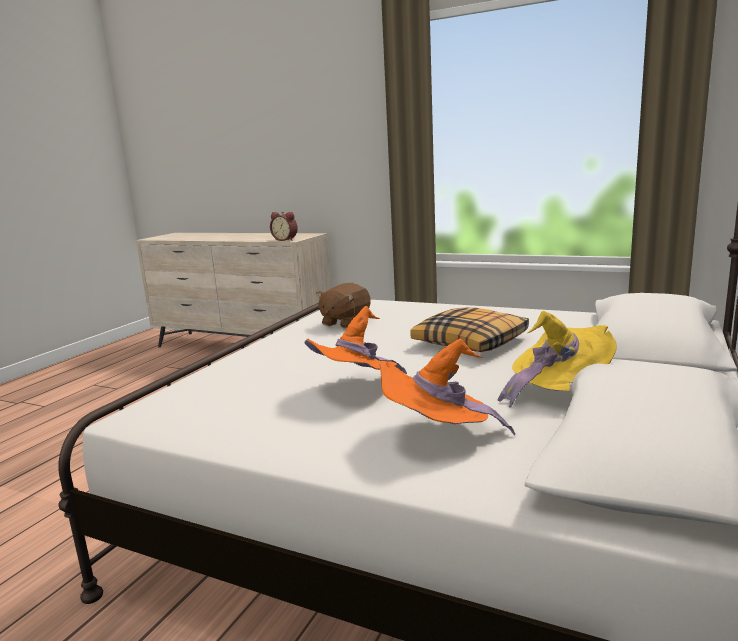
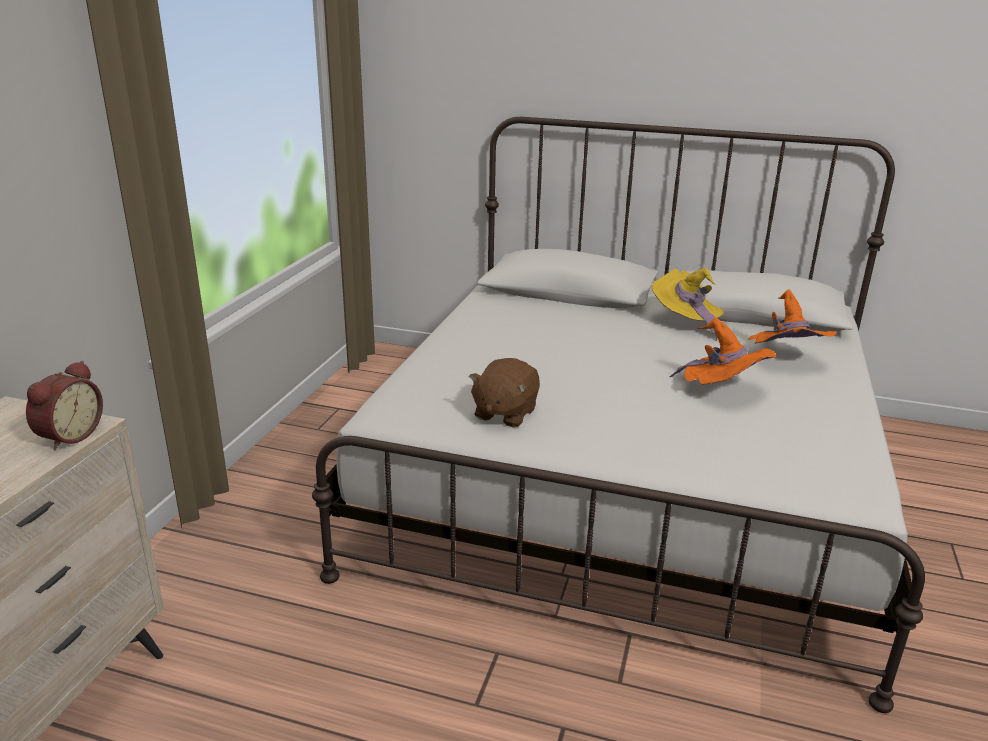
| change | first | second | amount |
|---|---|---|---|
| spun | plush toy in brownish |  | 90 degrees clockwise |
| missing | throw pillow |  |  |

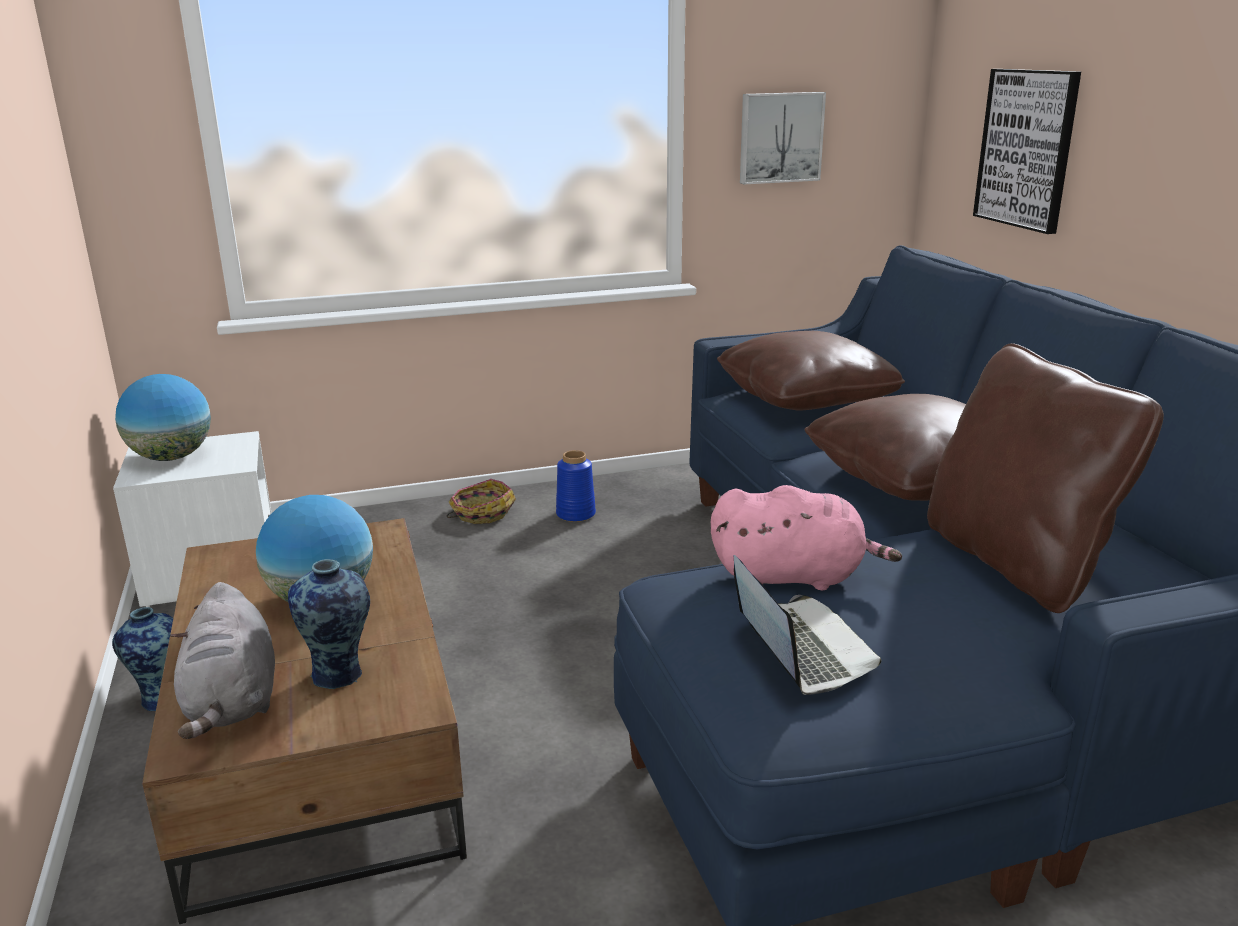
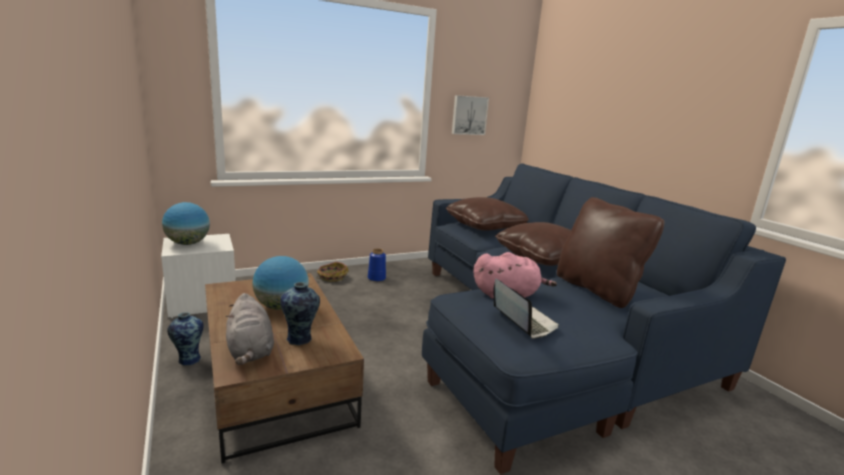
| change | first | second | amount |
|---|---|---|---|
| missing | picture (no. 2 from left) |  |  |

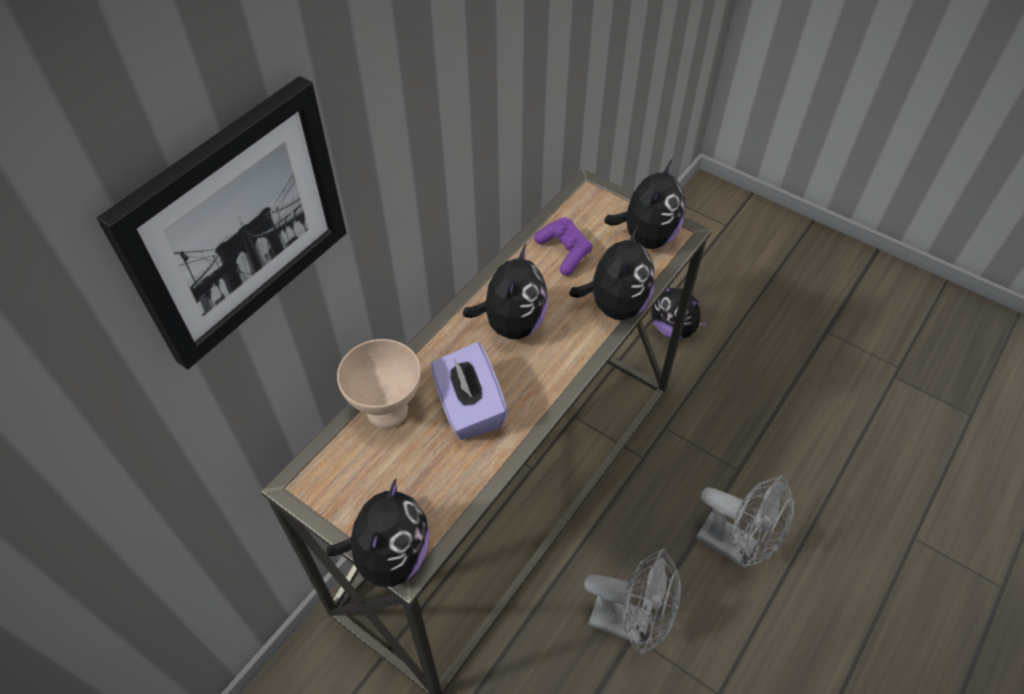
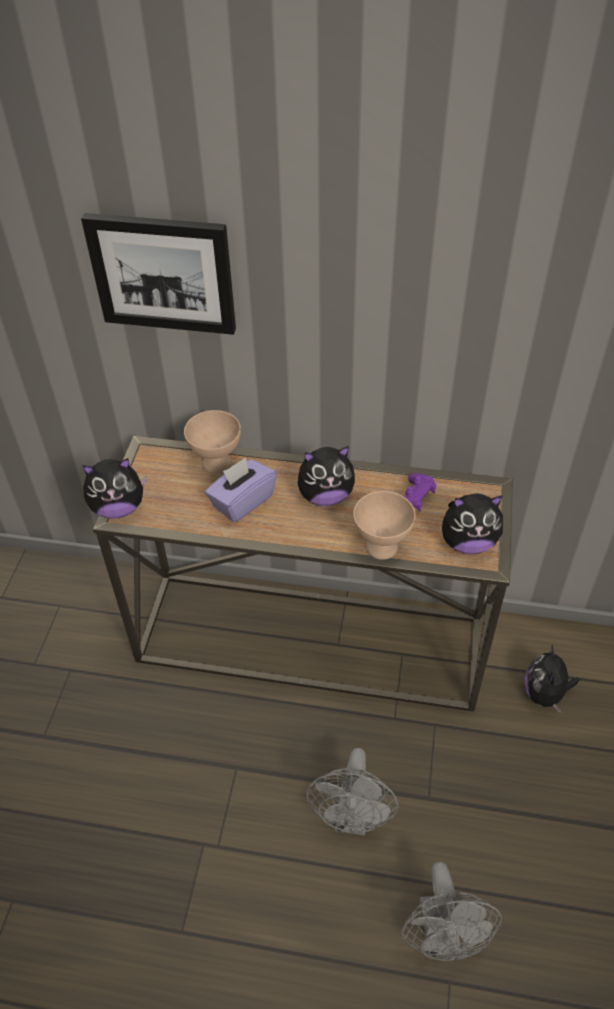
| change | first | second | amount |
|---|---|---|---|
| exchanged | plush toy (no. 3 from left) | deep dish in sand-coloured (no. 2 from left) |  |
| relocated | electric fan in greyish (no. 1 from left in the first image) | electric fan in greyish (no. 2 from left) |  |

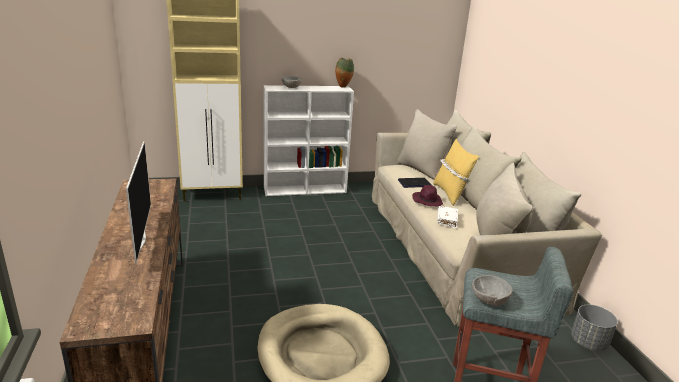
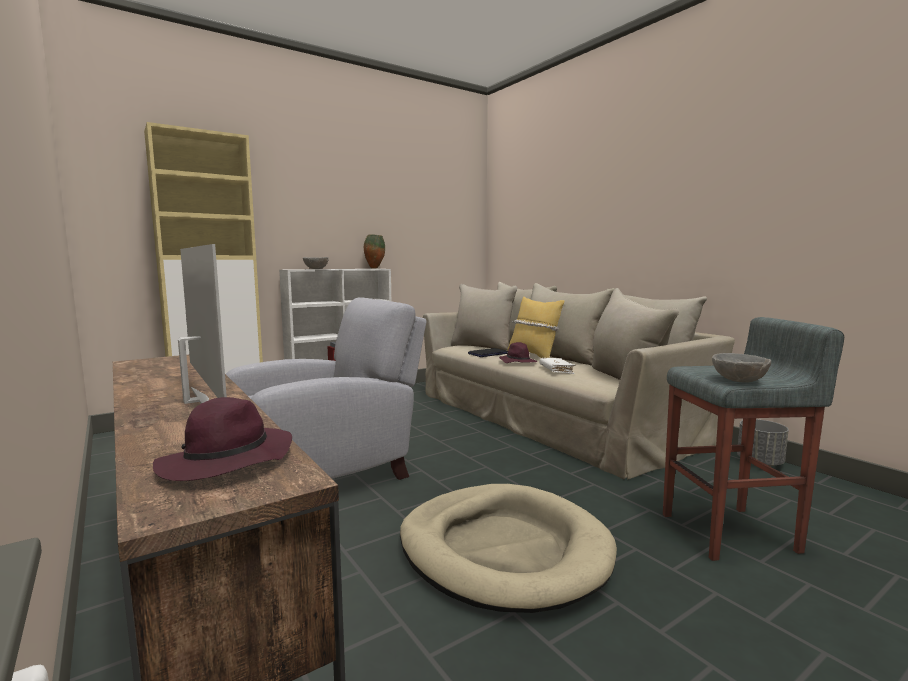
| change | first | second | amount |
|---|---|---|---|
| appeared |  | hat in purplish (no. 1 from left) |  |
| appeared |  | armchair in greyish |  |

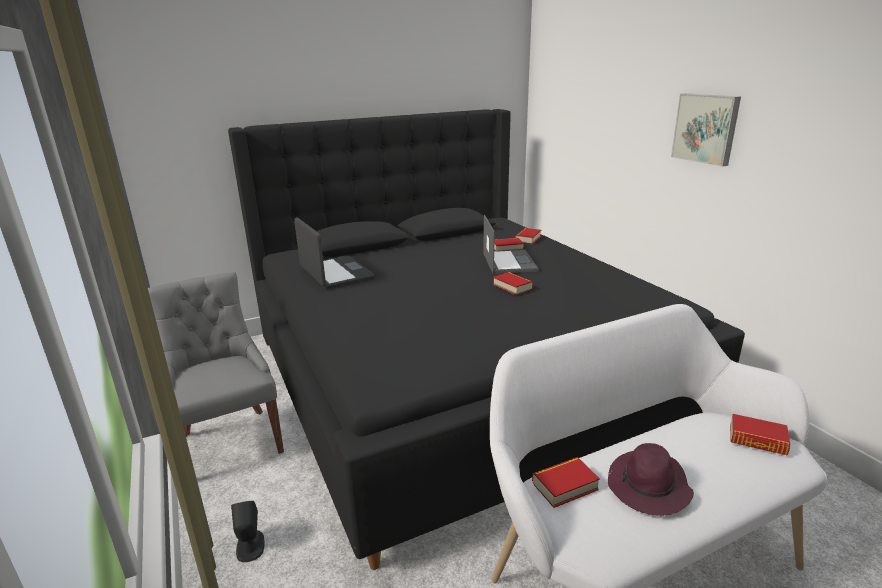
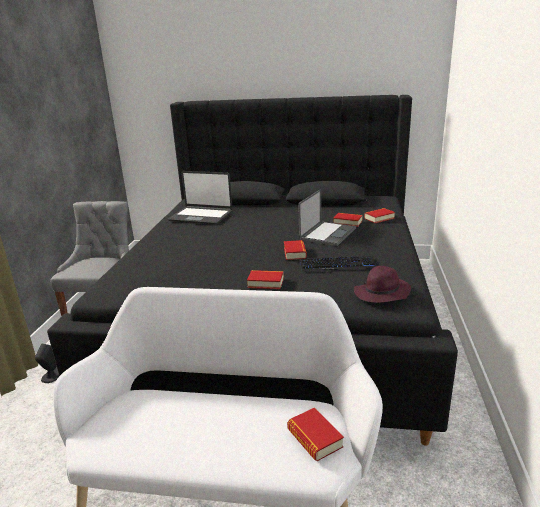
| change | first | second | amount |
|---|---|---|---|
| spun | portable computer (no. 1 from left) |  | 105 degrees clockwise |
| relocated | bound book (no. 4 from left in the first image) | bound book (no. 1 from left) |  |
| appeared |  | PC keyboard |  |
| relocated | hat in purplish |  |  |
| missing | picture |  |  |

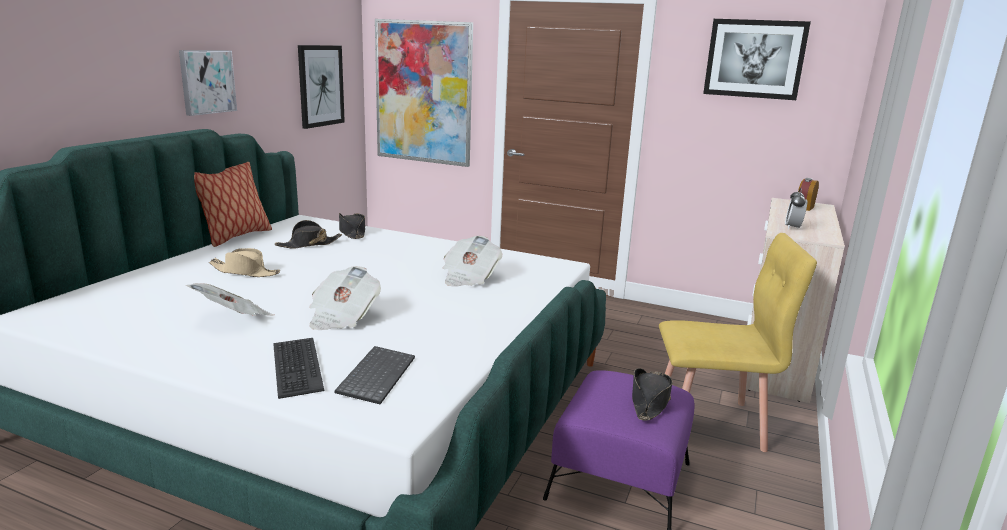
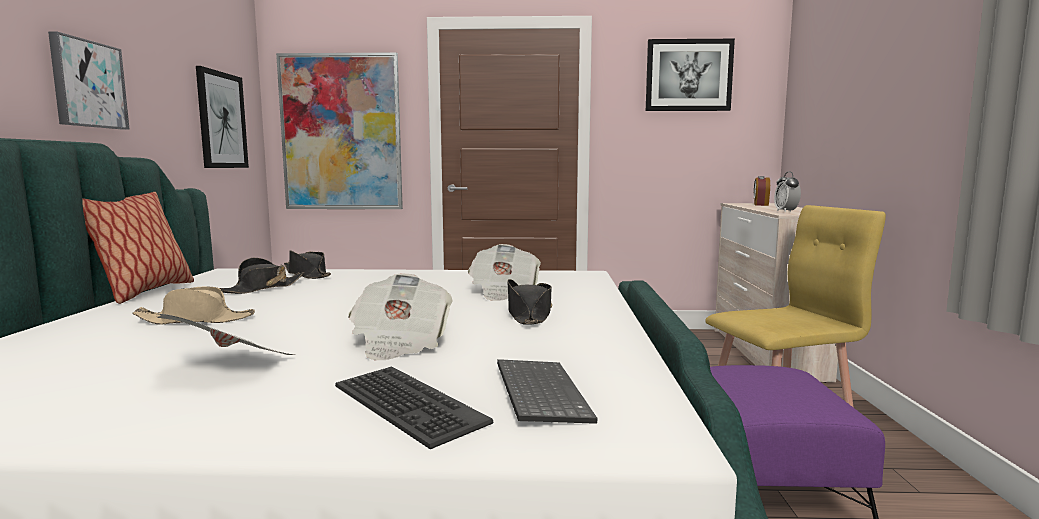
| change | first | second | amount |
|---|---|---|---|
| relocated | hat in black-coloured (no. 3 from left) |  |  |

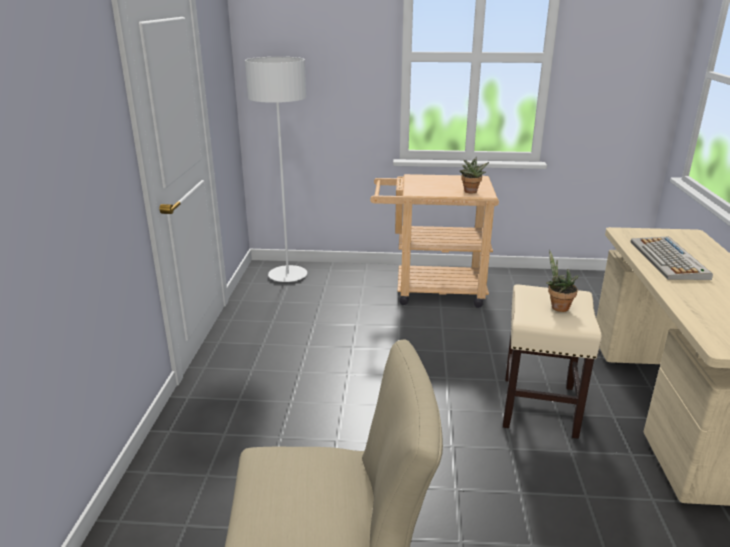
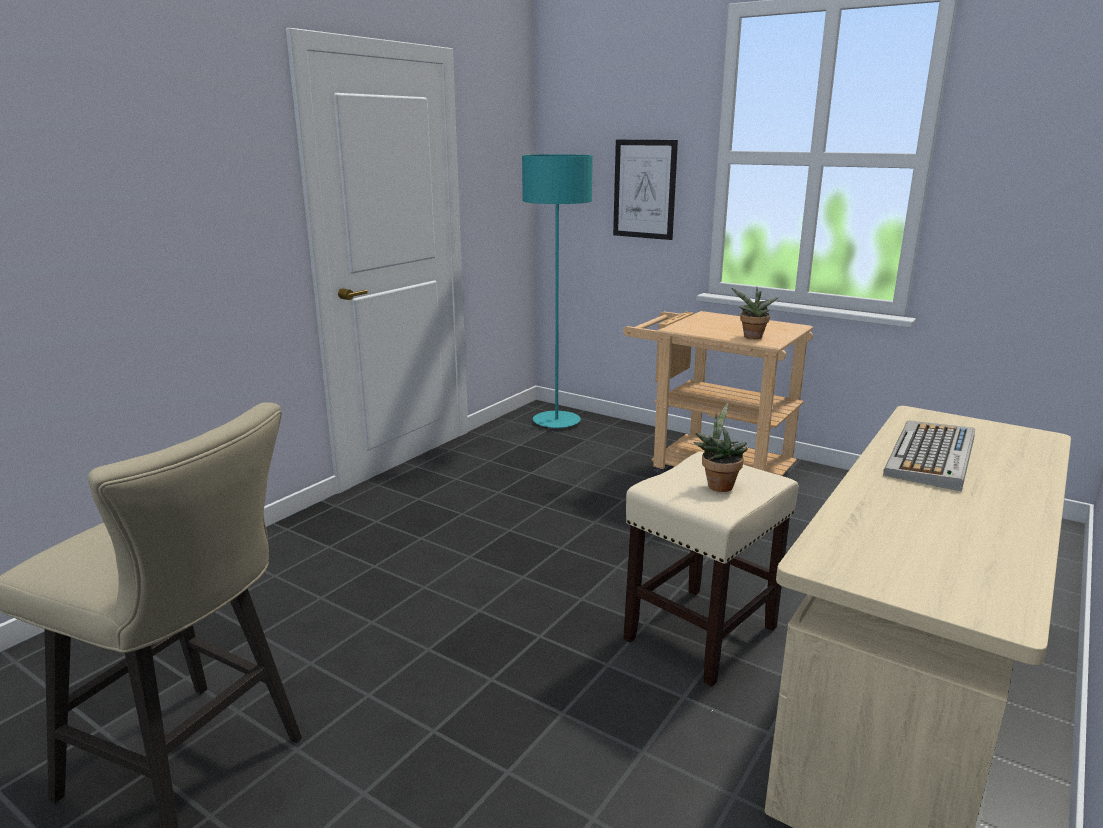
| change | first | second | amount |
|---|---|---|---|
| colour | floor lamp in whitish | floor lamp in turquoise-coloured |  |
| appeared |  | picture |  |

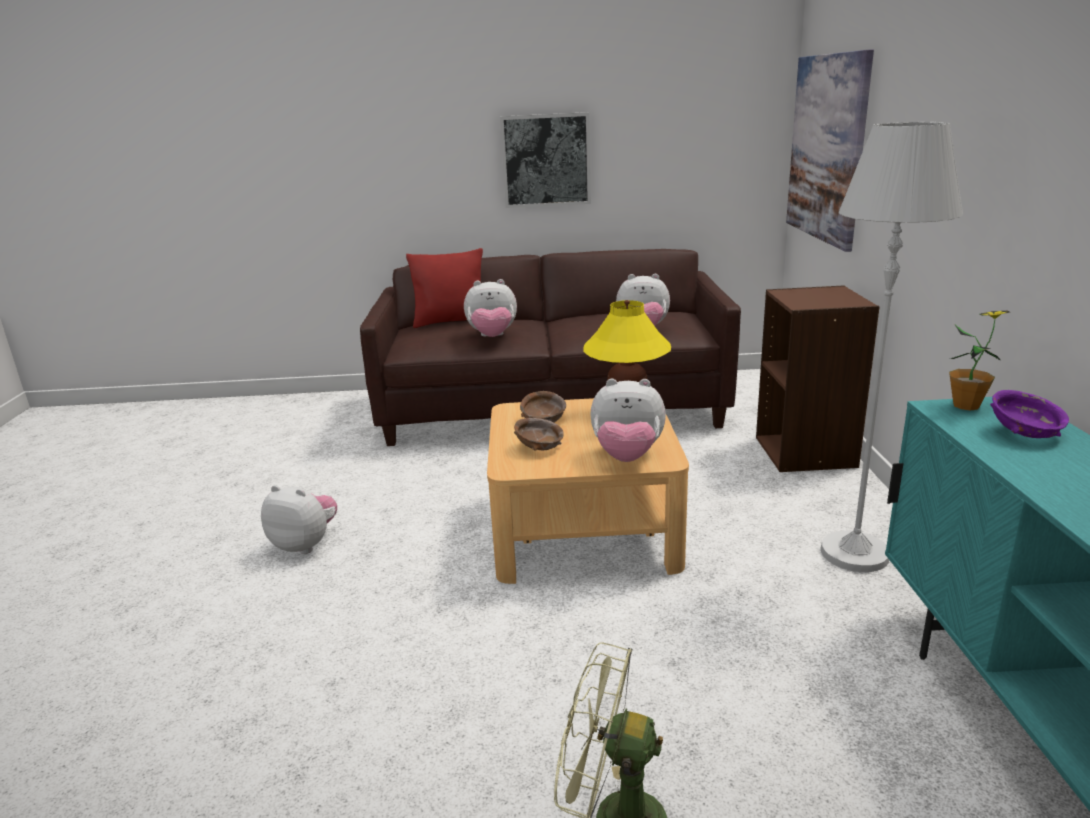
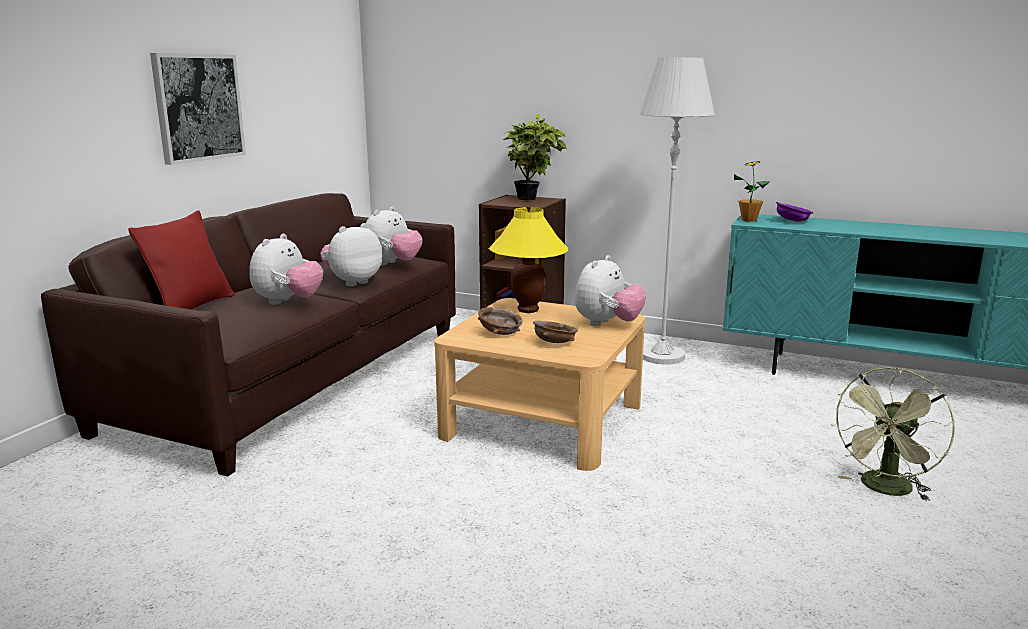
| change | first | second | amount |
|---|---|---|---|
| relocated | plush toy (no. 1 from left in the first image) | plush toy (no. 2 from left) |  |
| appeared |  | potted plant (no. 1 from left) |  |
| missing | picture (no. 2 from left) |  |  |

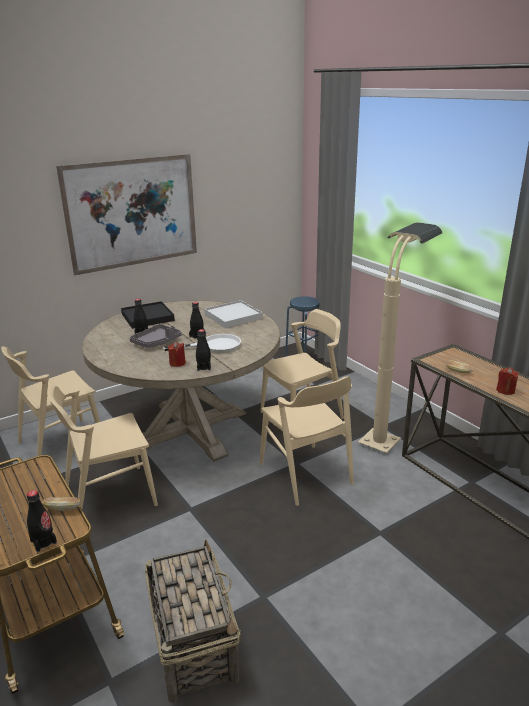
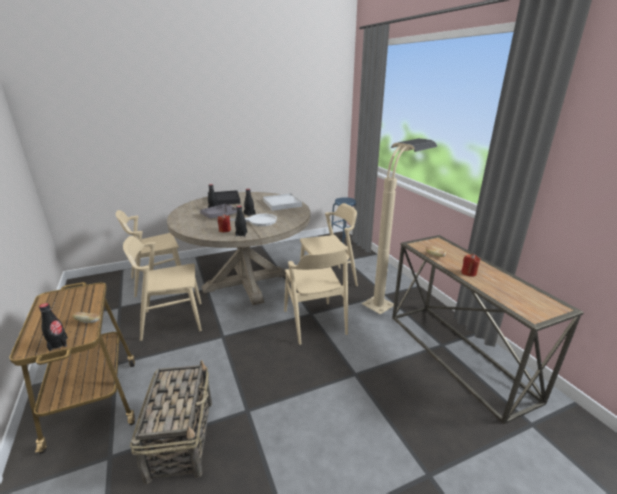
| change | first | second | amount |
|---|---|---|---|
| missing | picture |  |  |

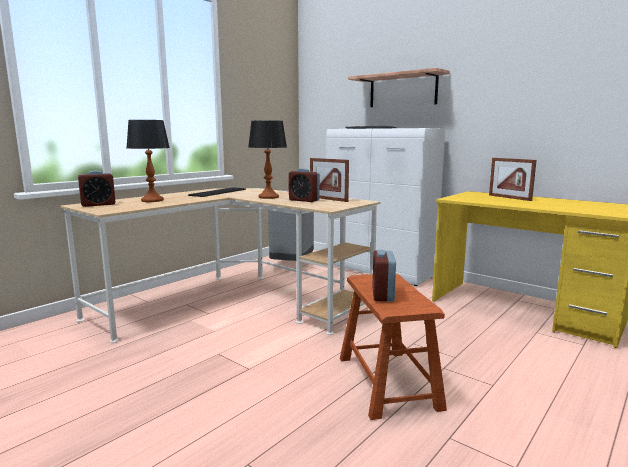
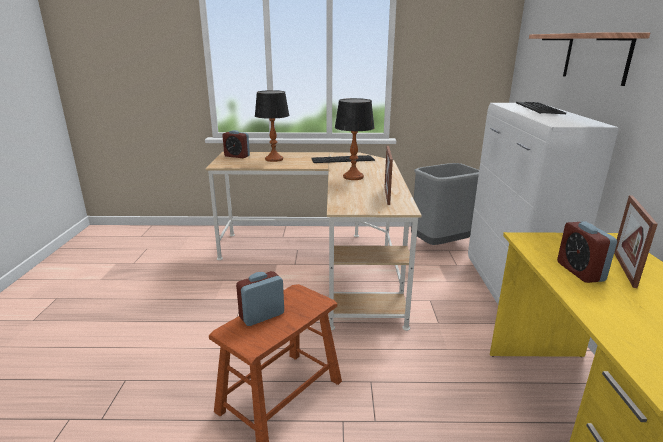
| change | first | second | amount |
|---|---|---|---|
| relocated | bedside clock (no. 2 from left in the first image) | bedside clock (no. 3 from left) |  |

